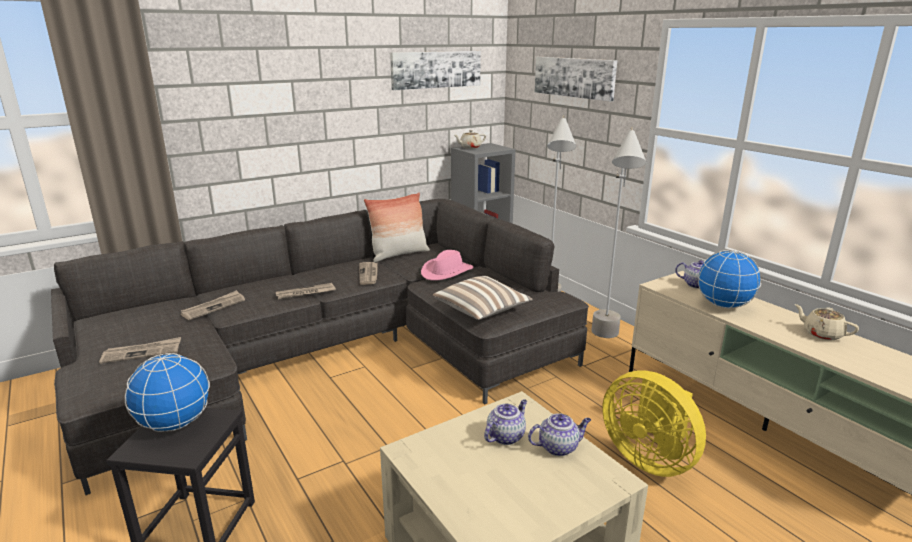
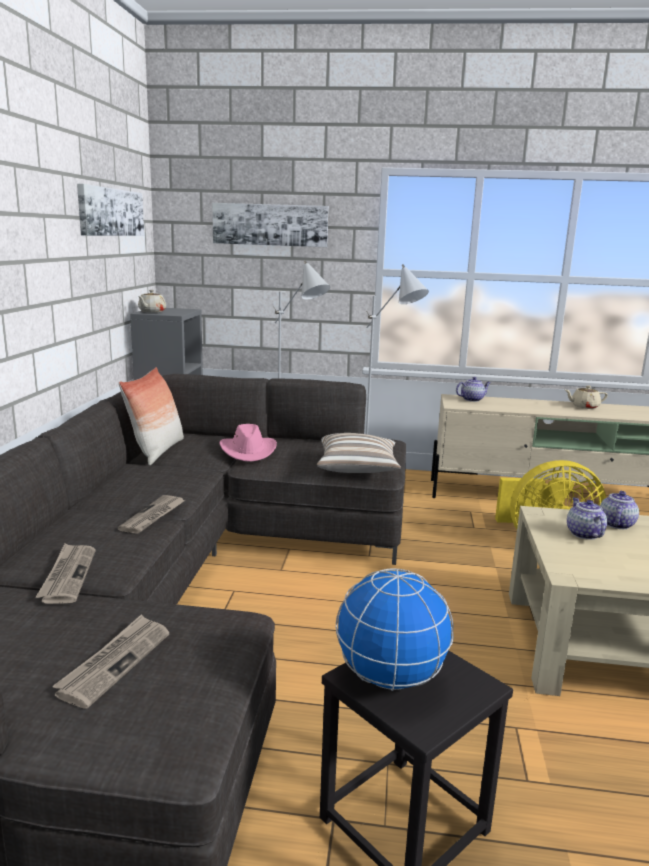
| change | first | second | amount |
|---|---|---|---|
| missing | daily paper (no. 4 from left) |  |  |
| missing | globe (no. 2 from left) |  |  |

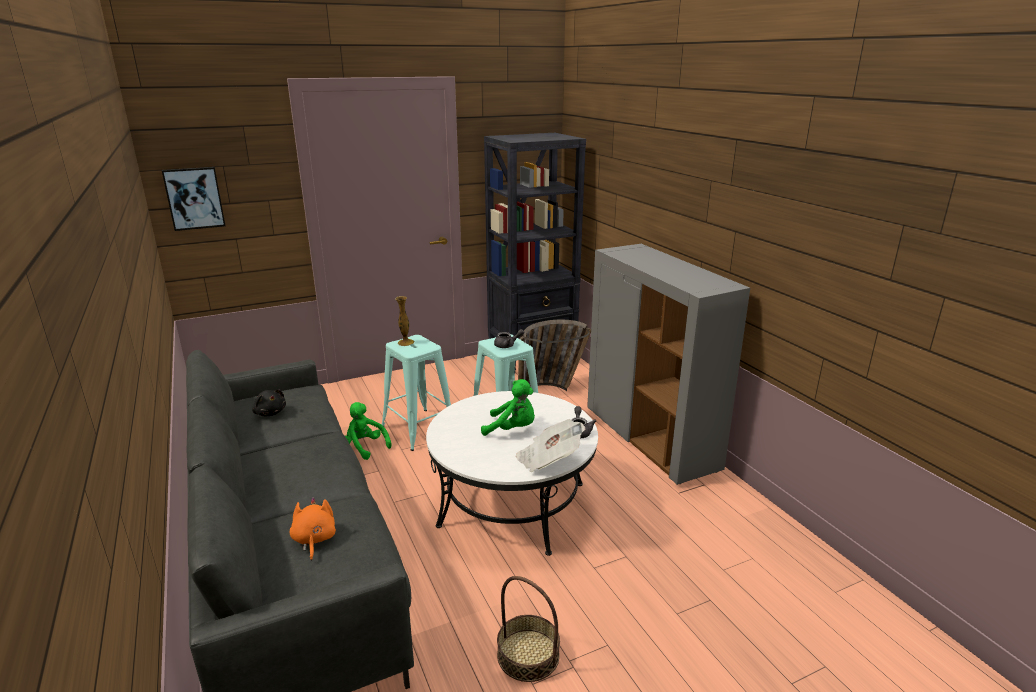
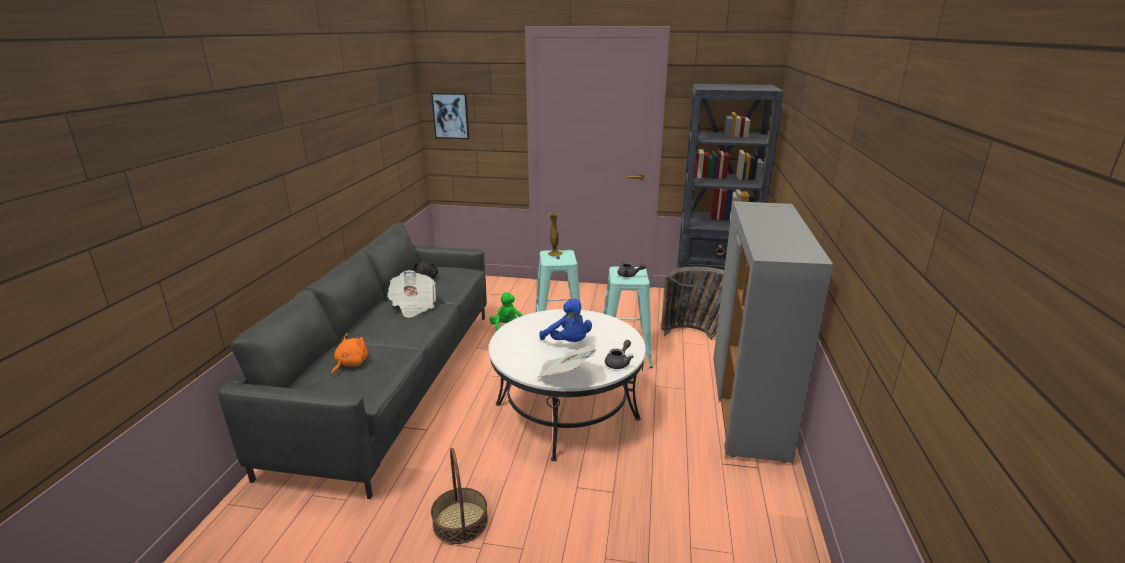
| change | first | second | amount |
|---|---|---|---|
| appeared |  | daily paper (no. 1 from left) |  |
| colour | plush toy in greenish (no. 2 from left) | plush toy in blue |  |

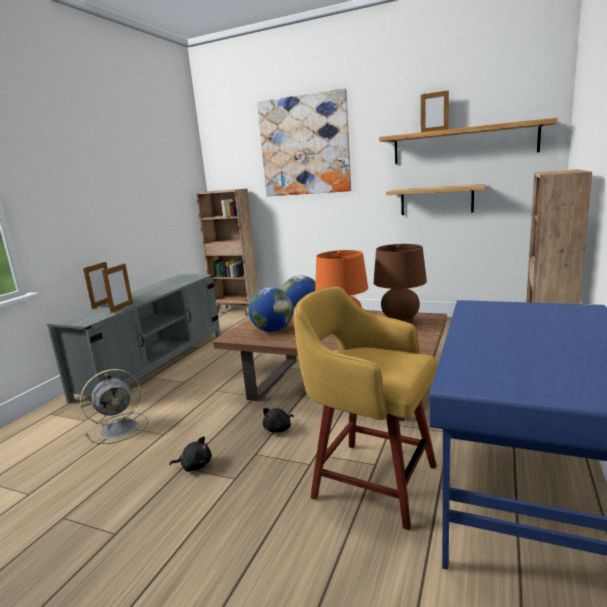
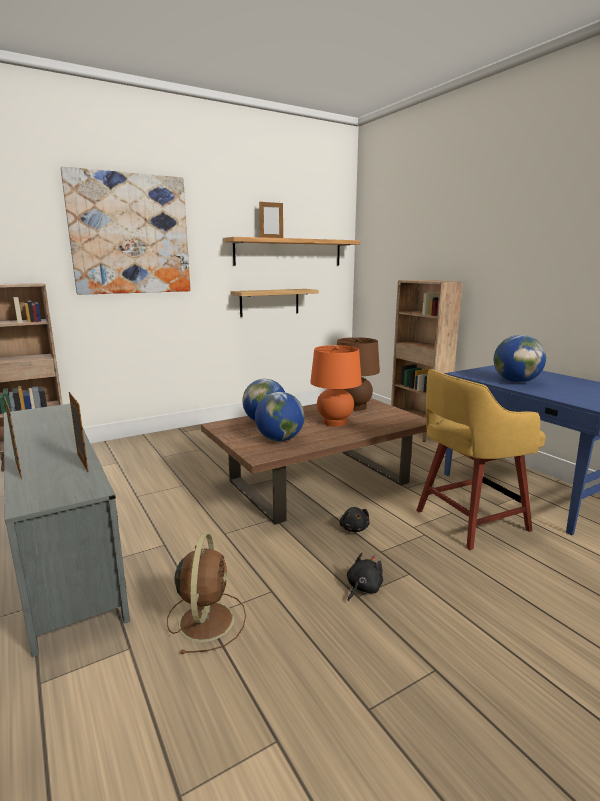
| change | first | second | amount |
|---|---|---|---|
| colour | electric fan in greyish | electric fan in brownish |  |
| appeared |  | globe (no. 3 from left) |  |

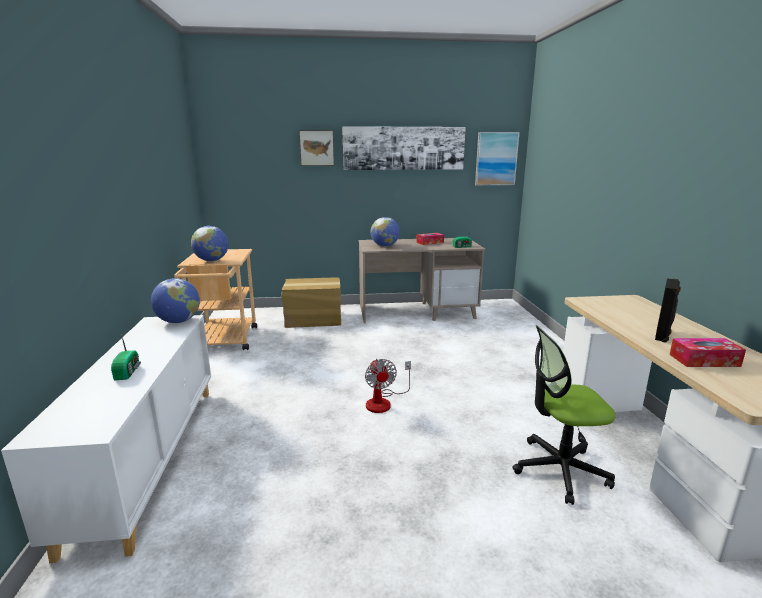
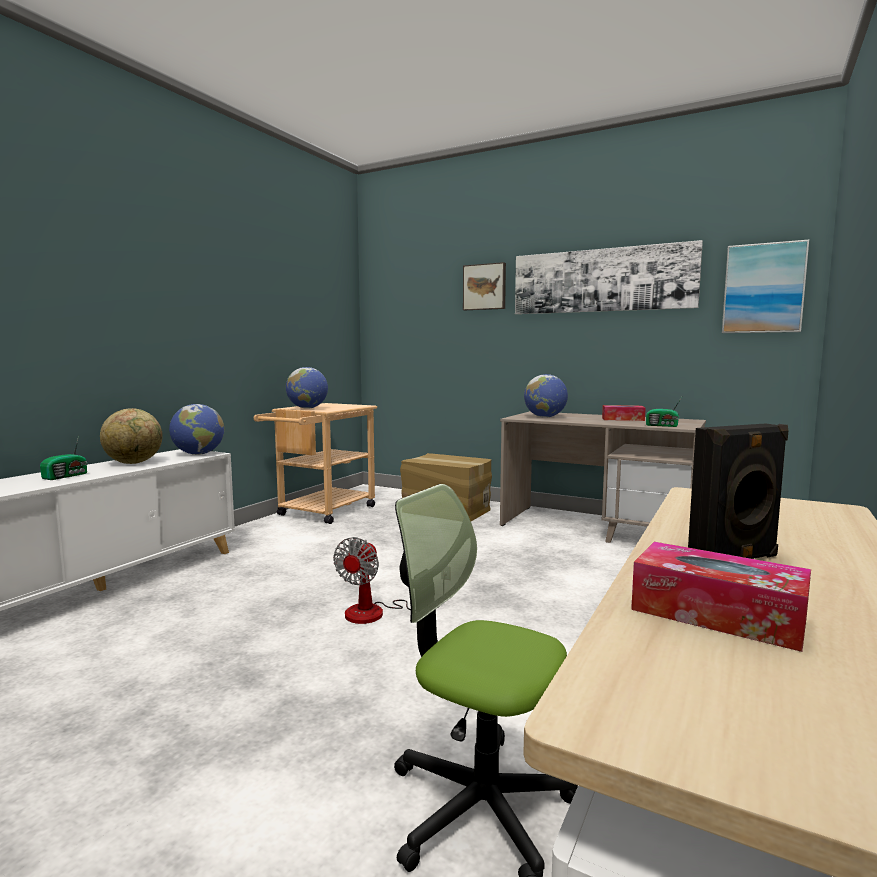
| change | first | second | amount |
|---|---|---|---|
| appeared |  | globe (no. 1 from left) |  |

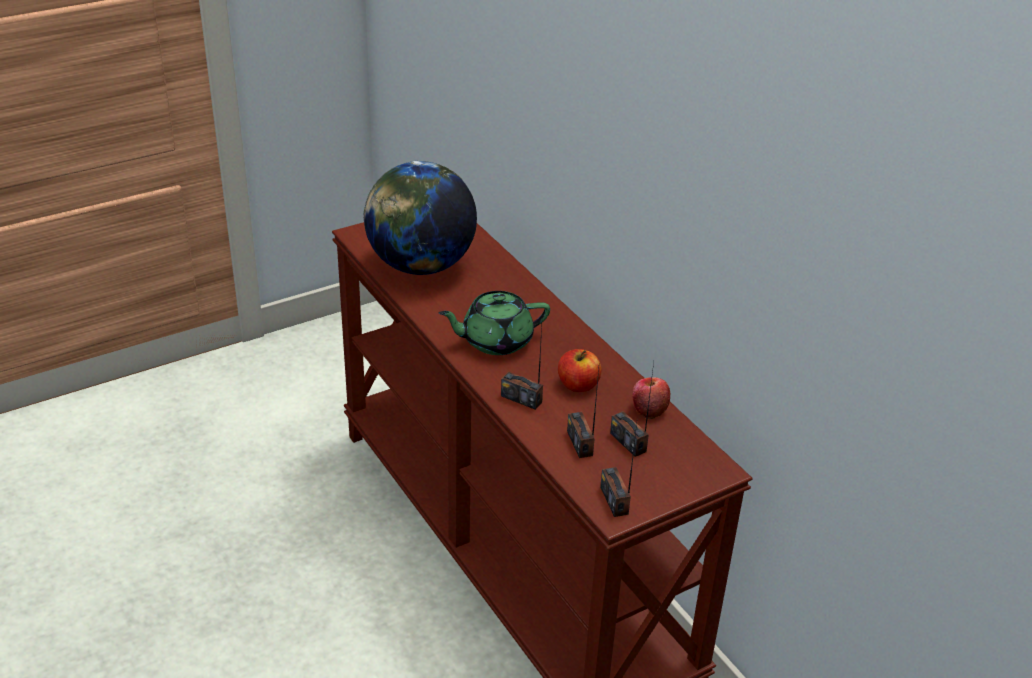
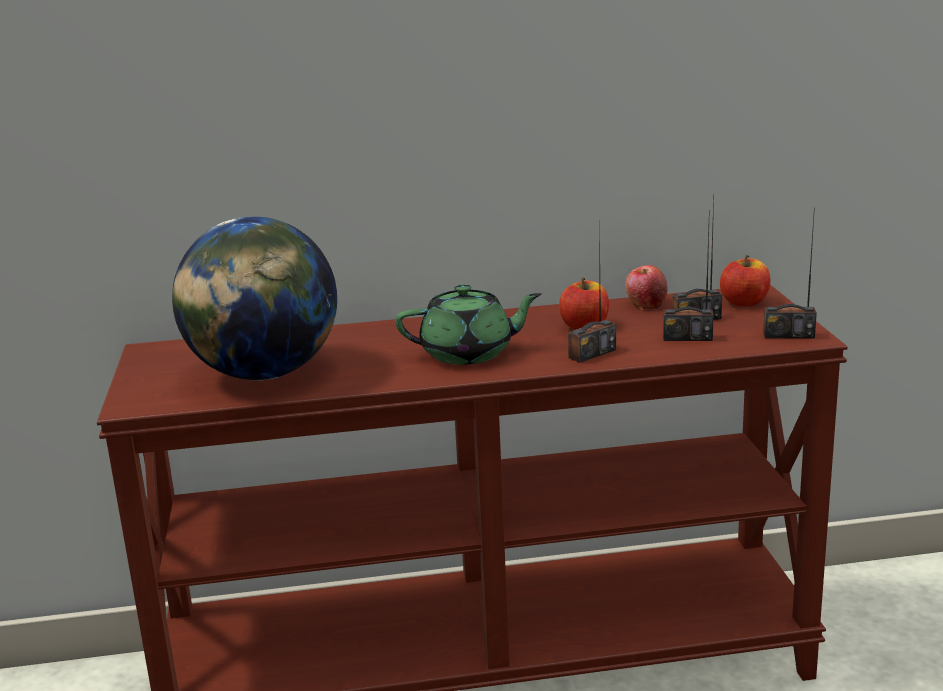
| change | first | second | amount |
|---|---|---|---|
| spun | tea pot in greenish |  | 105 degrees counterclockwise |
| appeared |  | apple (no. 3 from left) |  |

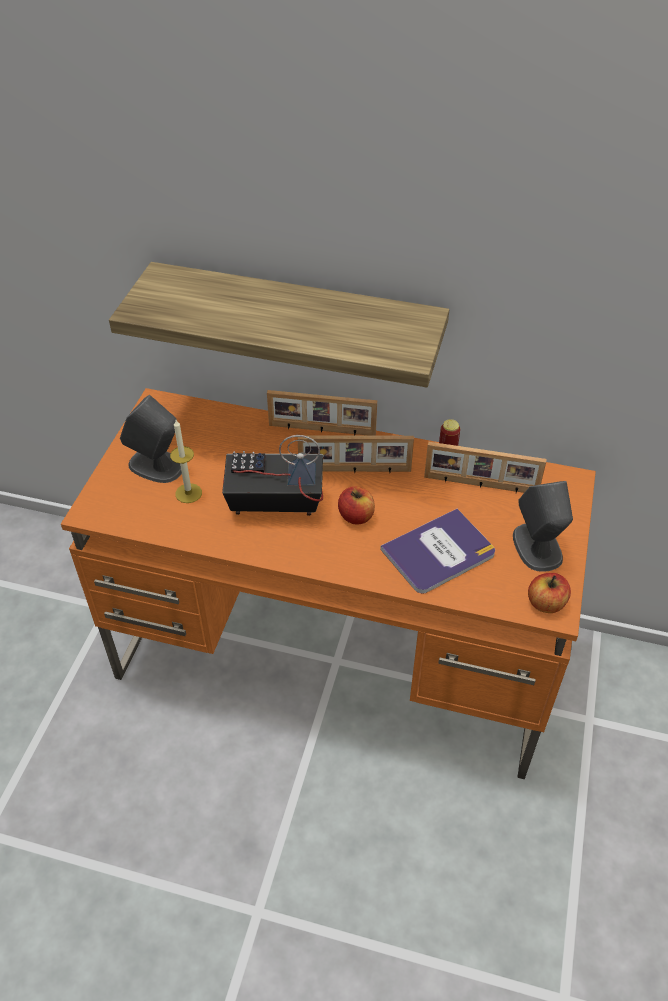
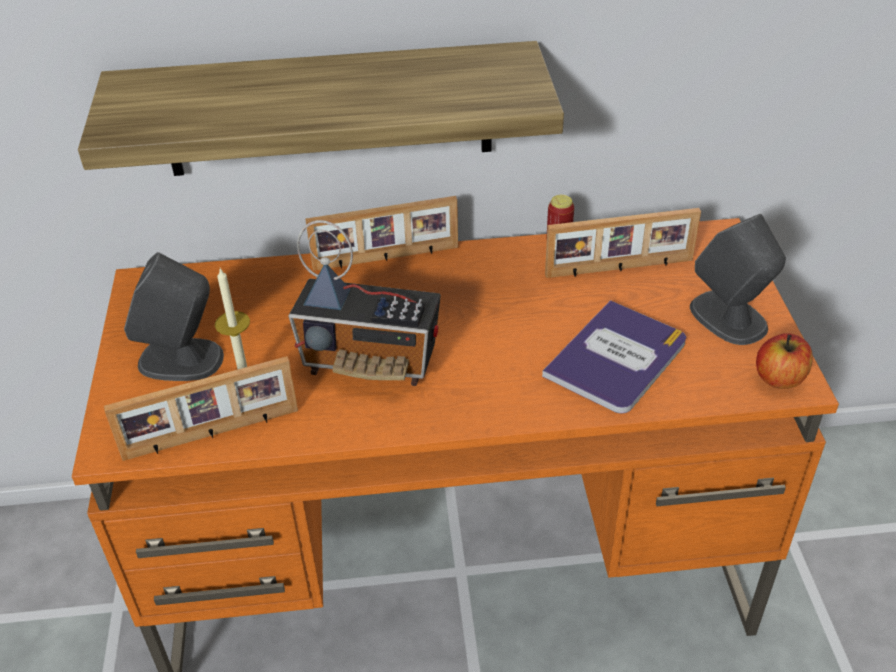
| change | first | second | amount |
|---|---|---|---|
| relocated | photo frame (no. 2 from left in the first image) | photo frame (no. 1 from left) |  |
| spun | radio receiver |  | 150 degrees counterclockwise |
| missing | apple (no. 1 from left) |  |  |

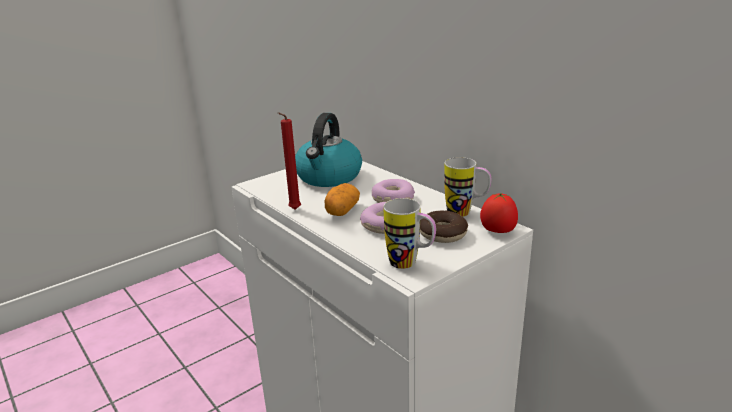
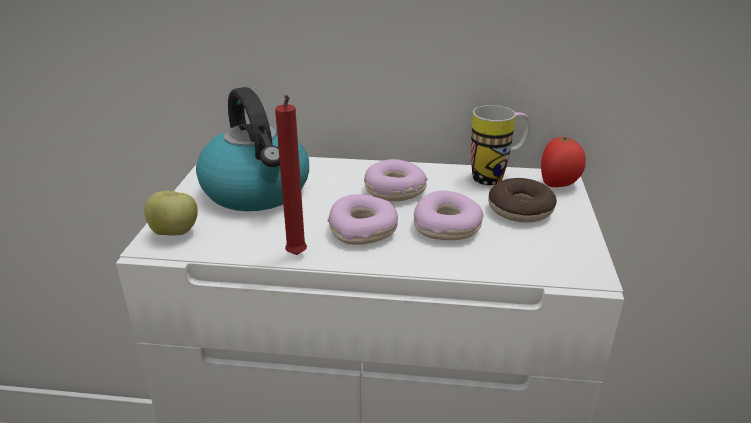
| change | first | second | amount |
|---|---|---|---|
| appeared |  | apple |  |
| exchanged | spud | donut (no. 1 from left) |  |
| missing | mug (no. 1 from left) |  |  |

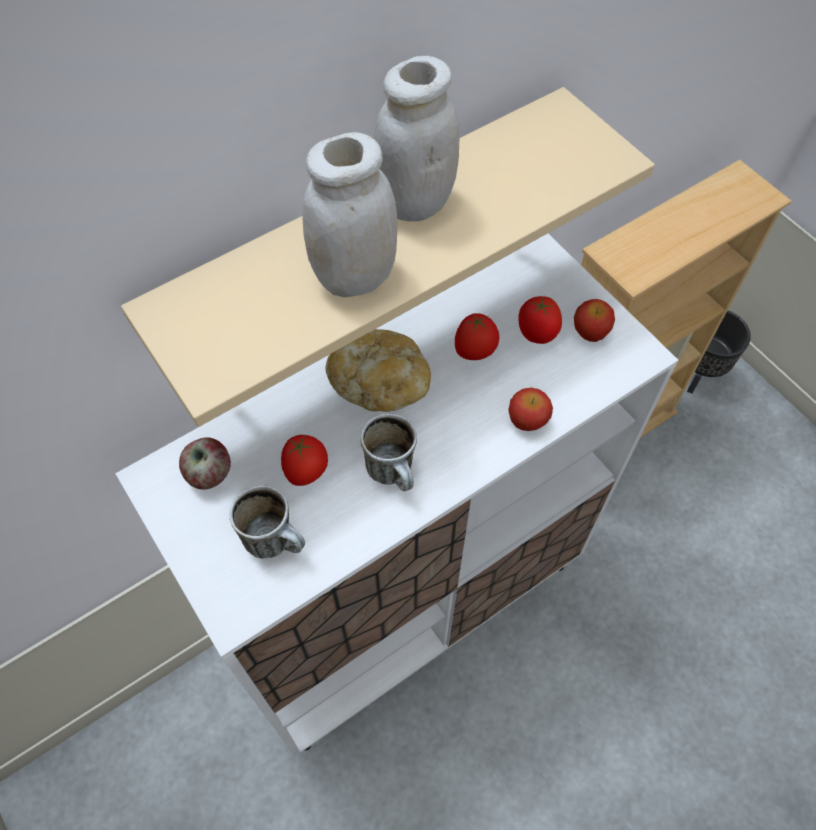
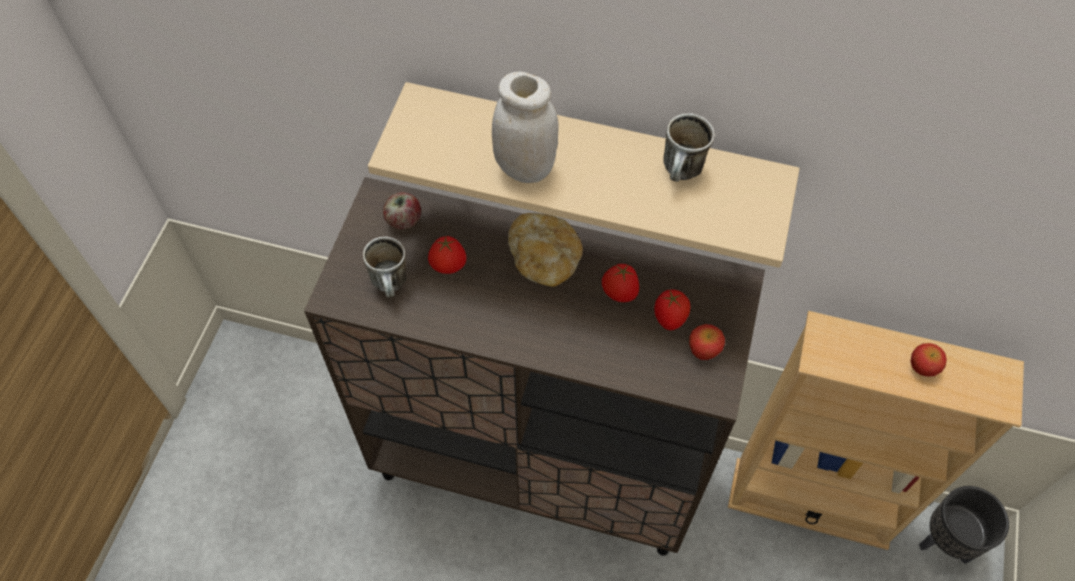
| change | first | second | amount |
|---|---|---|---|
| colour | storage cabinet in whitish | storage cabinet in brownish |  |
| relocated | mug (no. 2 from left) |  |  |
| relocated | apple (no. 2 from left in the first image) | apple (no. 3 from left) |  |
| missing | preserve jar in whitish (no. 2 from left) |  |  |

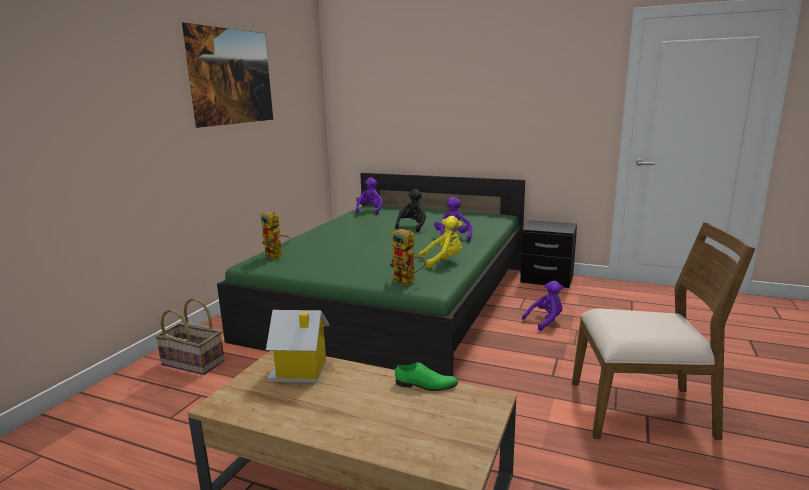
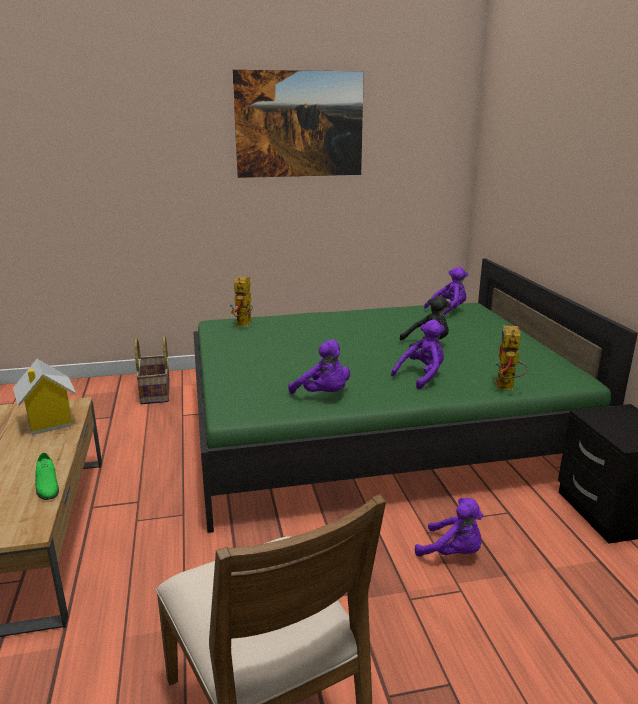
| change | first | second | amount |
|---|---|---|---|
| colour | plush toy in yellowish | plush toy in purplish (no. 1 from left) |  |
| relocated | robot figure (no. 2 from left) |  |  |

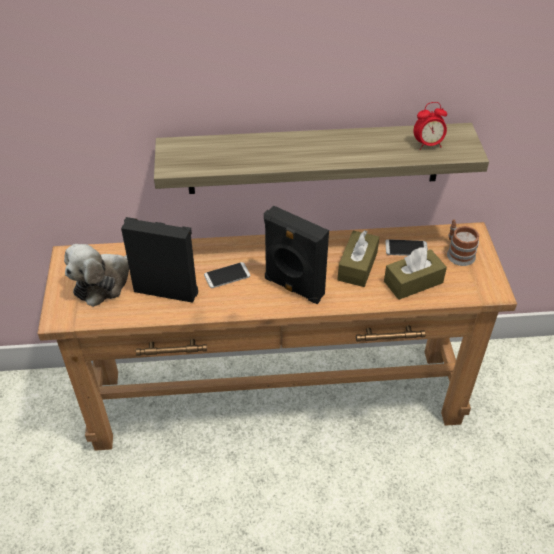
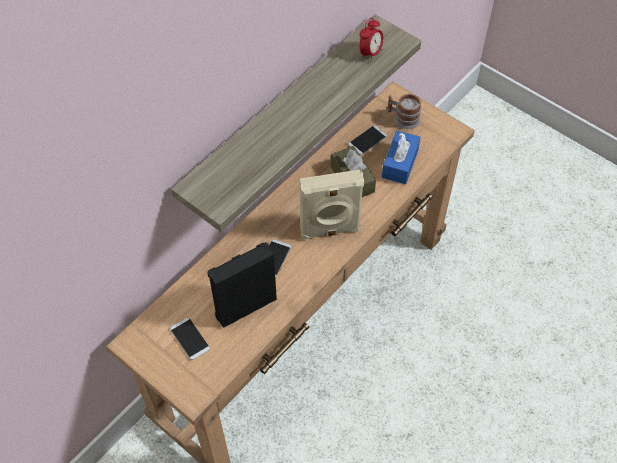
| change | first | second | amount |
|---|---|---|---|
| exchanged | plush toy | telephone (no. 1 from left) |  |
| colour | loudspeaker in black-coloured (no. 2 from left) | loudspeaker in sand-coloured |  |
| colour | tissue holder in brownish (no. 2 from left) | tissue holder in blue |  |

